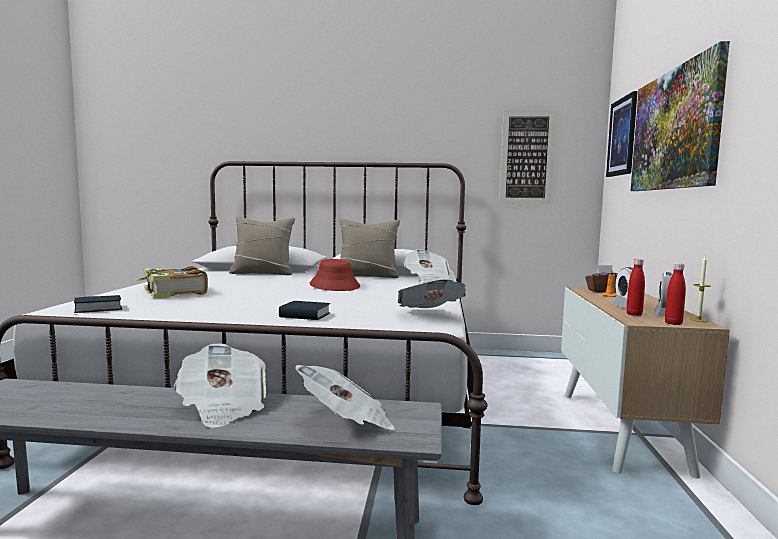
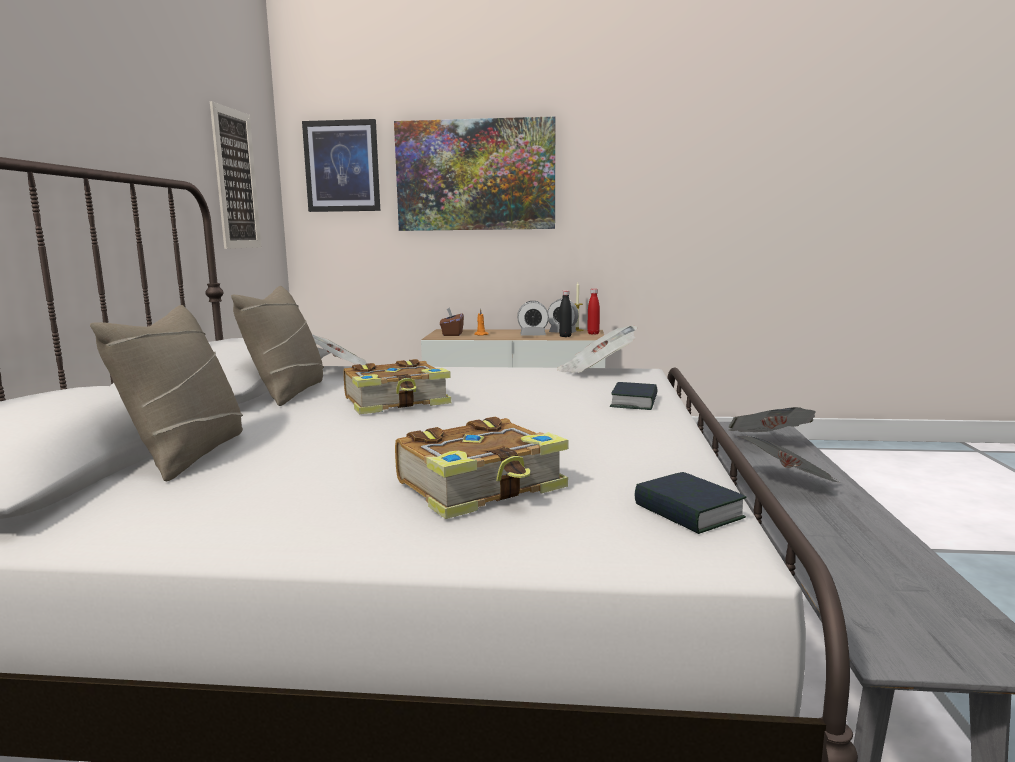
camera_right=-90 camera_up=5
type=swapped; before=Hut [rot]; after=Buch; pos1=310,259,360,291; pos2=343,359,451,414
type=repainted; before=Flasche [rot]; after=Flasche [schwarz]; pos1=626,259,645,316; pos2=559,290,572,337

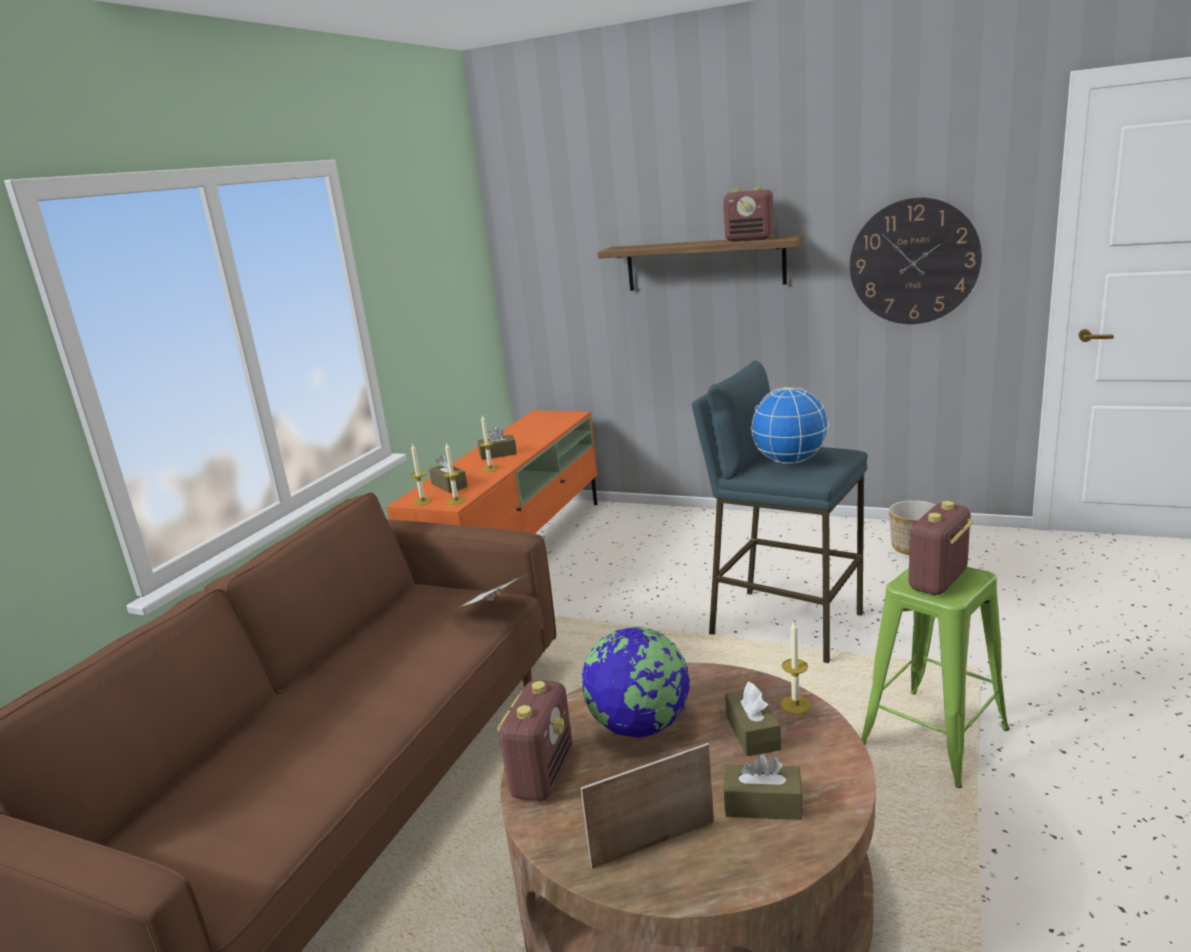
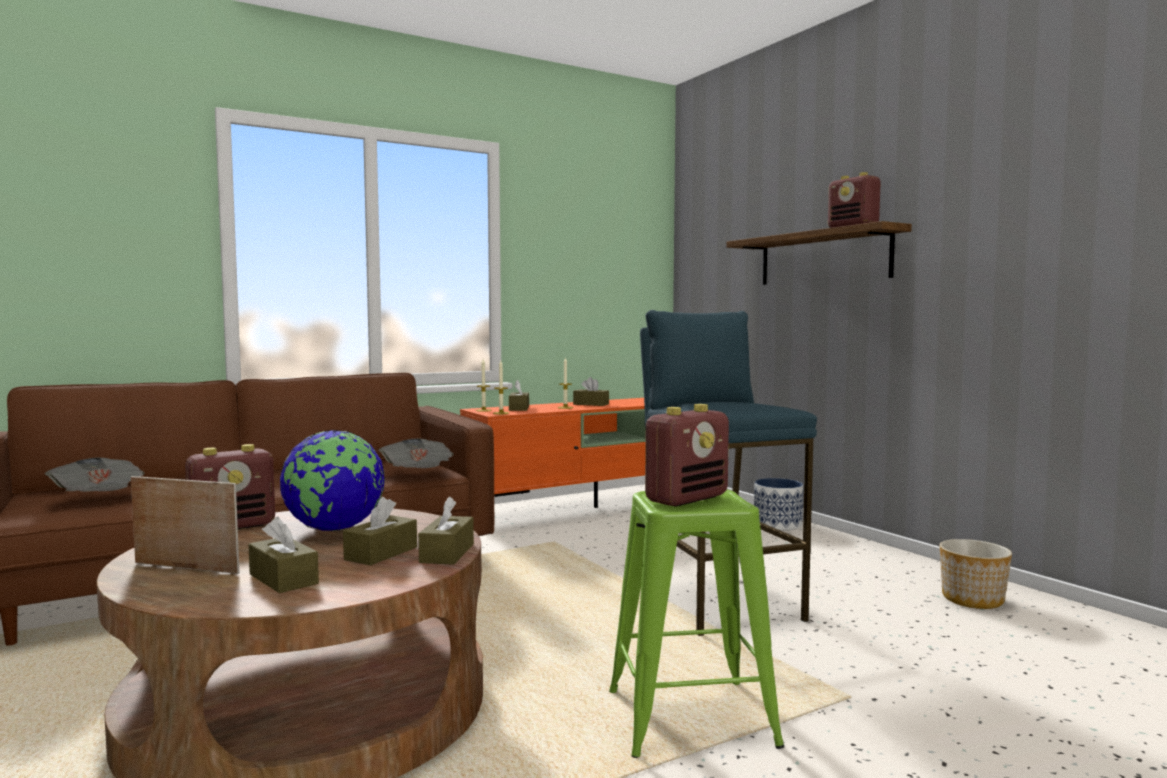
camera_right=35 camera_up=-15
type=gone; before=Globus; pos1=750,387,829,464
type=gone; before=Wanduhr; pos1=850,198,982,324
type=new; after=Zeitung; pos2=45,457,145,492
type=new; after=Pflanzkübel; pos2=754,478,803,531
type=swapped; before=Kerze; after=Taschentuchbox [braun]; pos1=780,621,811,714; pos2=418,497,474,565
type=rotated; before=Radio; pos1=909,501,973,595; pos2=645,404,729,507; turn=150

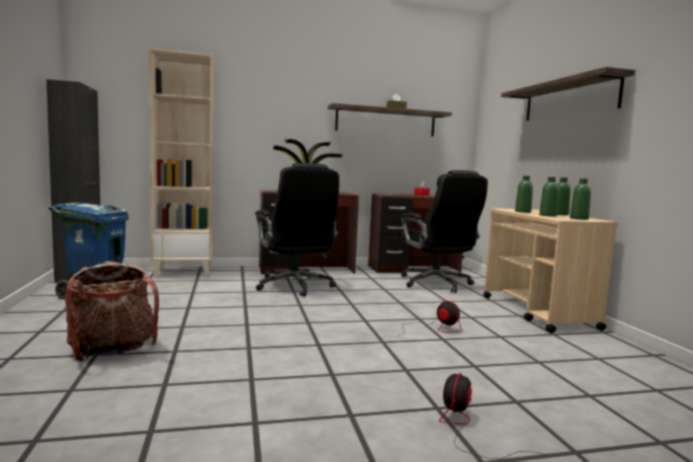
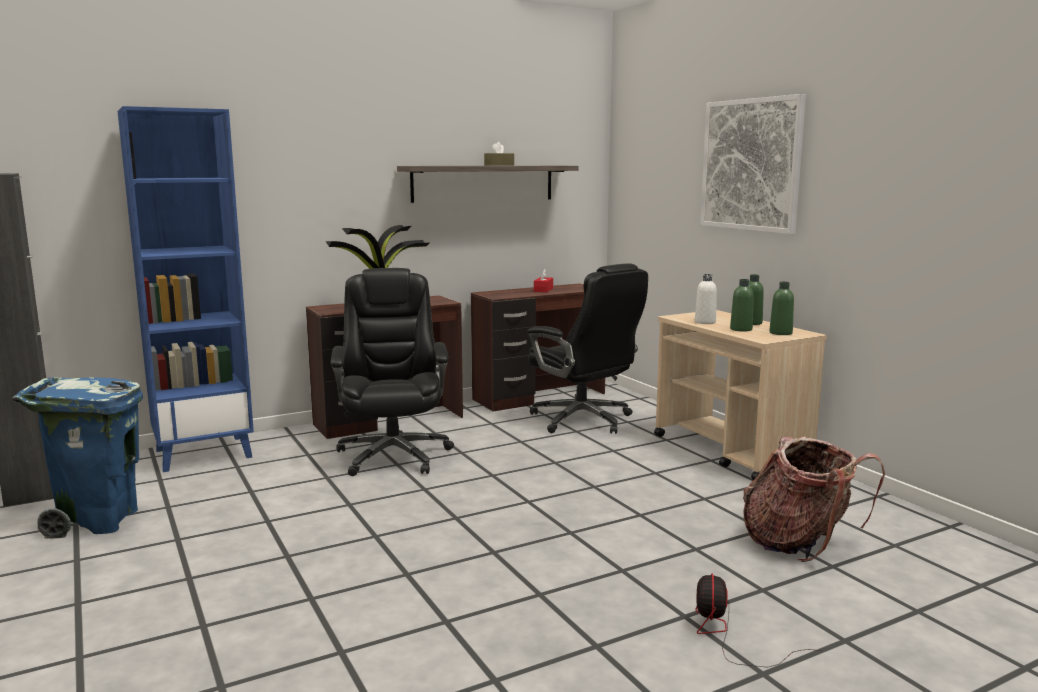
camera_right=-15 camera_up=5
type=gone; before=Ventilator; pos1=399,301,462,336
type=shifted; before=Rucksack; pos1=65,261,159,361; pos2=743,436,885,562
type=swapped; before=Wandregal; after=Bild; pos1=501,67,635,121; pos2=700,94,806,234
type=repainted; before=Bücherregal [beige]; after=Bücherregal [blau]; pos1=149,48,214,278; pos2=118,106,254,472
type=repainted; before=Flasche [grün]; after=Flasche [weiß]; pos1=515,176,533,213; pos2=695,274,717,324
type=rotated; before=Bürostuhl [schwarz]; pos1=255,163,339,297; pos2=331,268,454,476; turn=-150

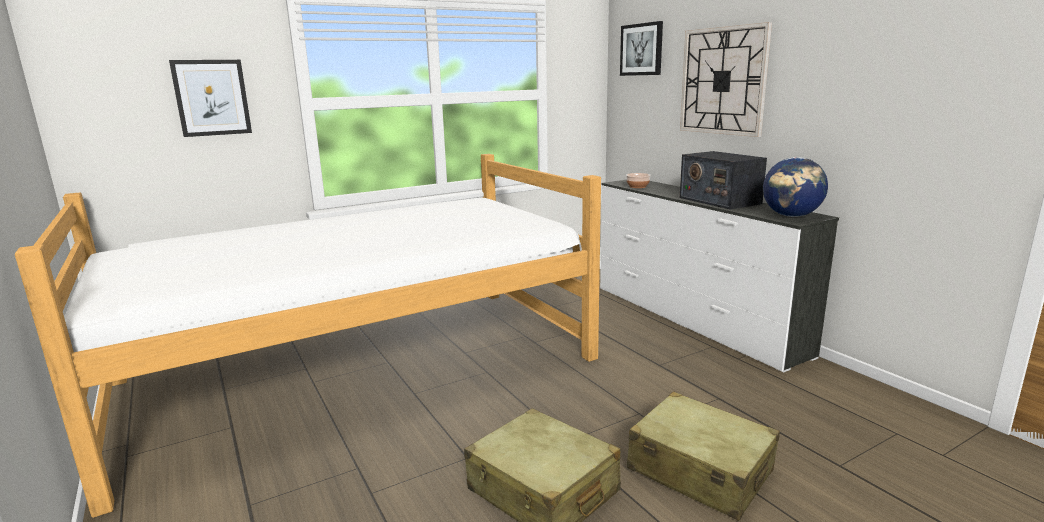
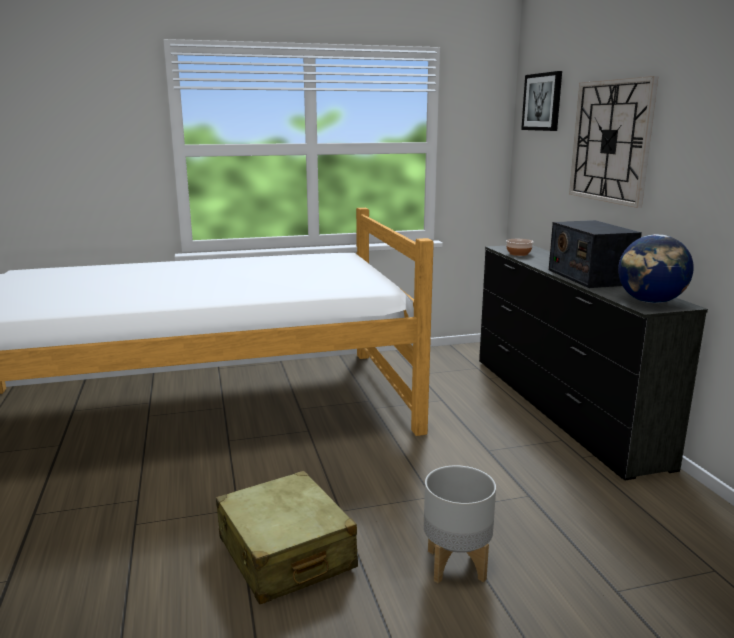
camera_right=15 camera_up=0
type=gone; before=Bild; pos1=169,60,252,137
type=swapped; before=Koffer [beige]; after=Pflanzkübel [grau]; pos1=627,391,780,521; pos2=424,465,496,583
type=repainted; before=Kommode [weiß]; after=Kommode [schwarz]; pos1=600,180,839,373; pos2=479,245,708,481

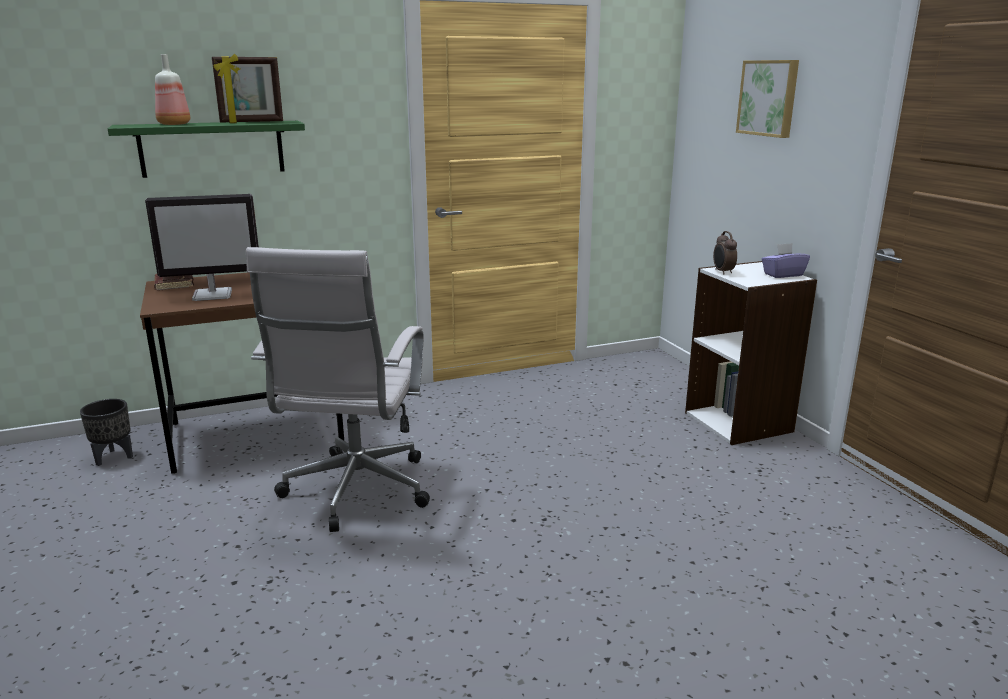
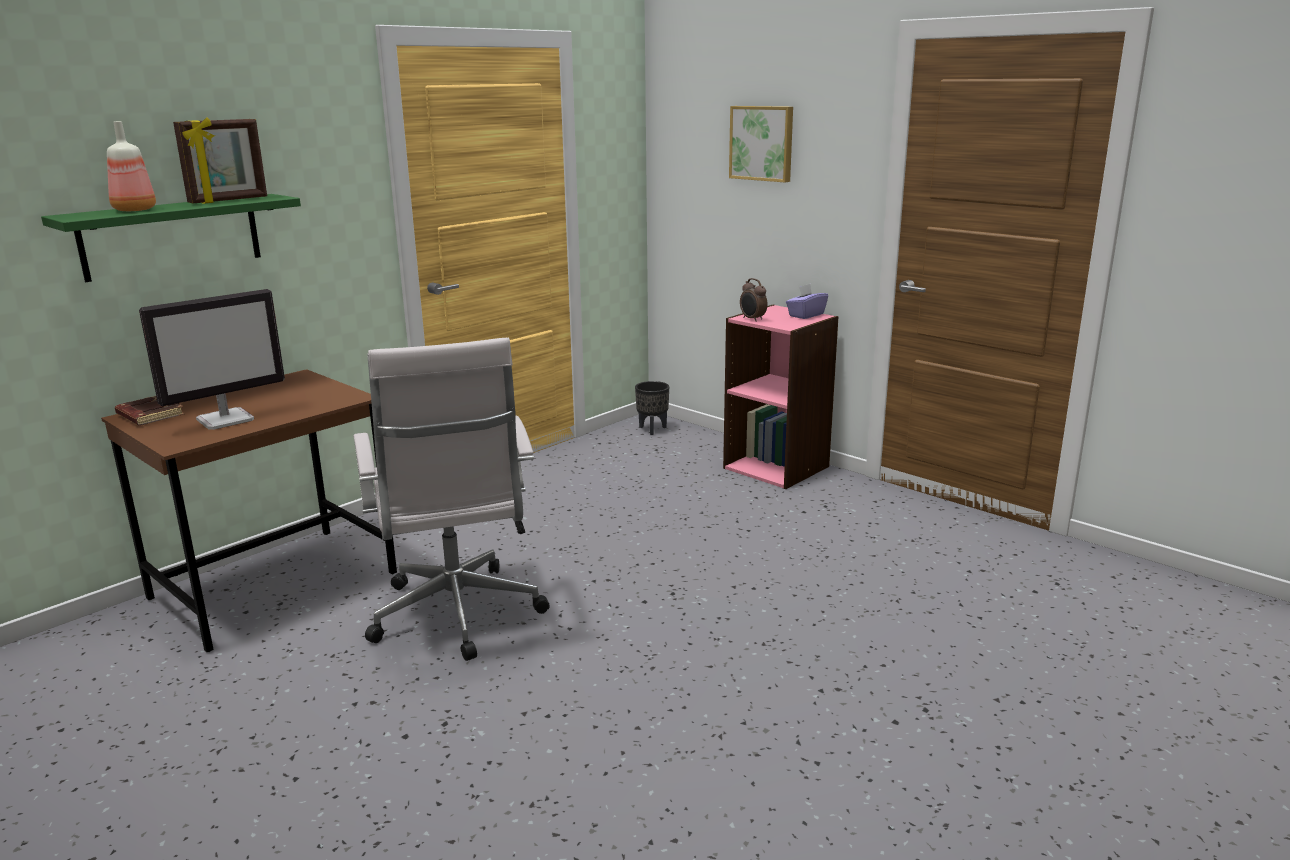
camera_right=-25 camera_up=0
type=shifted; before=Pflanzkübel [schwarz]; pos1=80,399,133,466; pos2=635,381,669,435
type=repainted; before=Bücherregal [weiß]; after=Bücherregal [rosa]; pos1=685,261,817,445; pos2=723,305,839,489

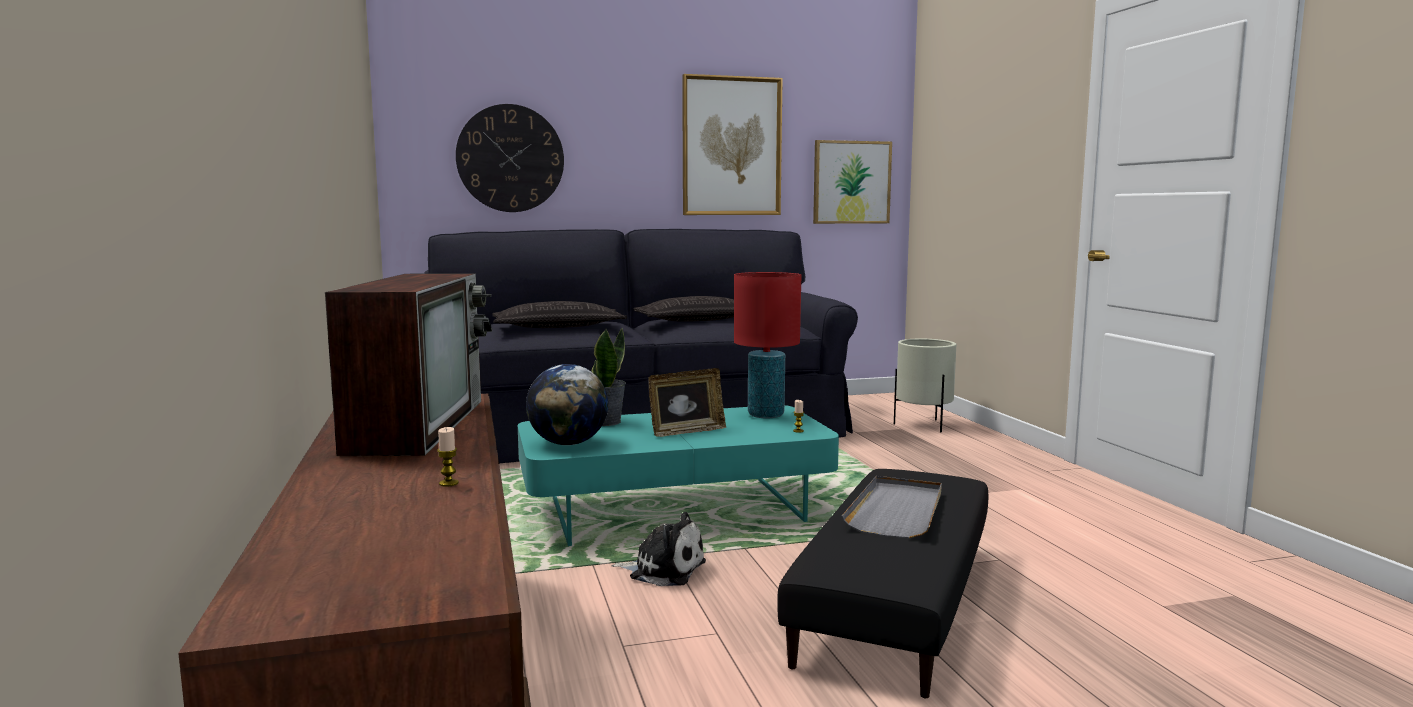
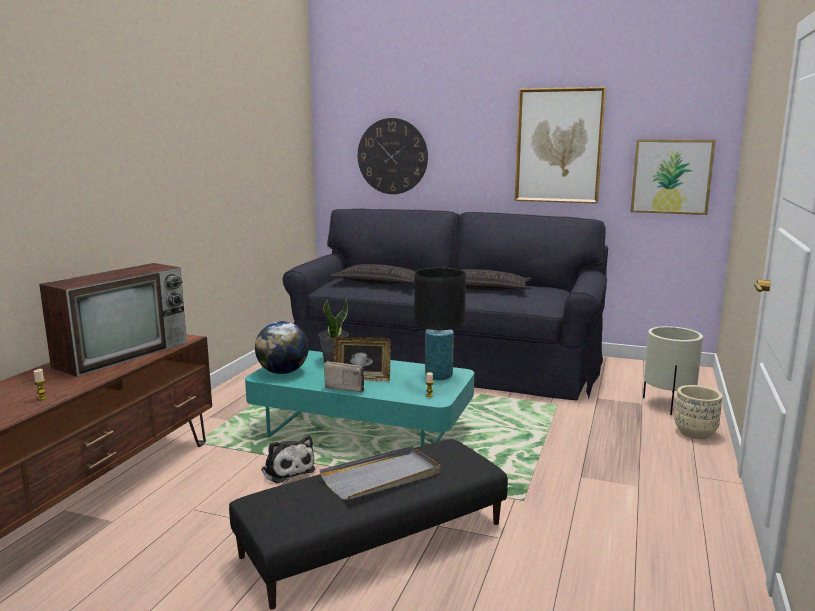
camera_right=35 camera_up=5
type=new; after=Radio; pos2=324,361,365,393
type=new; after=Pflanzkübel [beige]; pos2=674,385,723,439
type=repainted; before=Tischlampe [rot]; after=Tischlampe [schwarz]; pos1=734,272,801,418; pos2=414,268,466,380

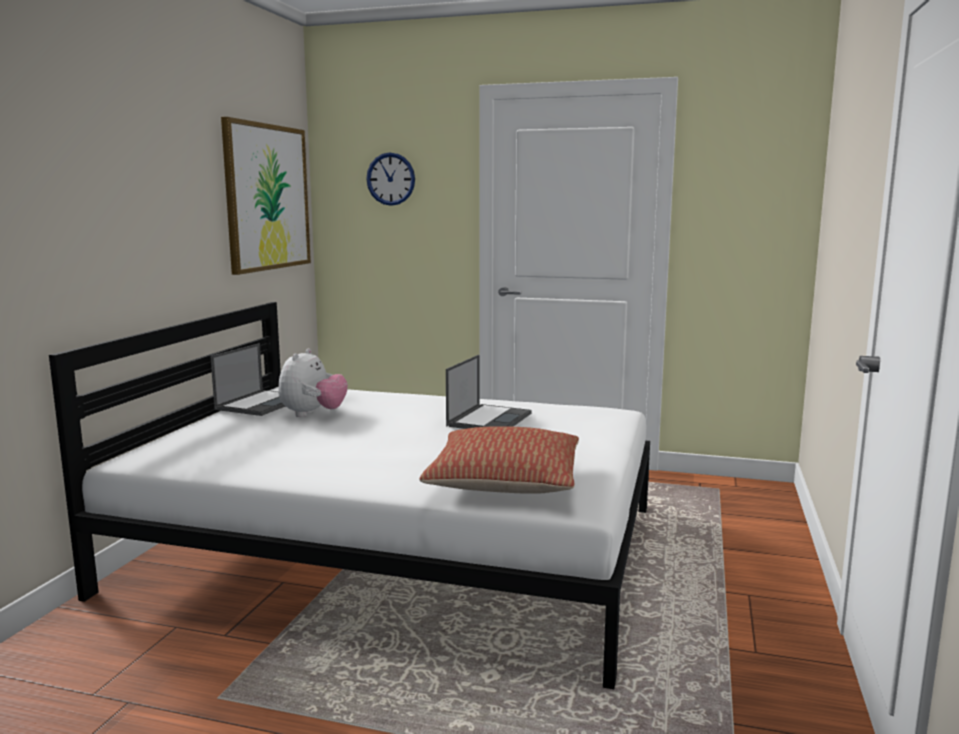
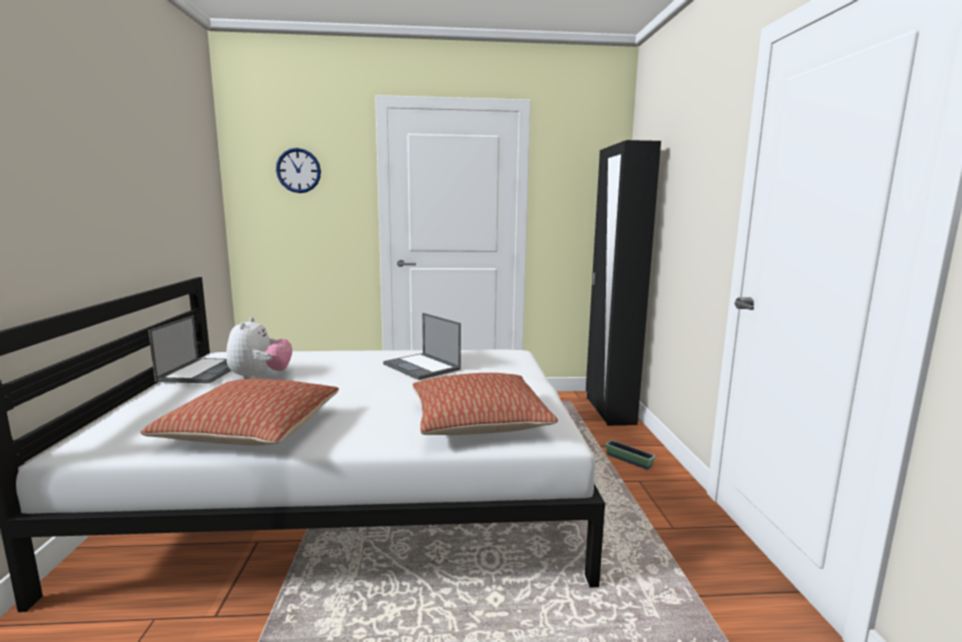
camera_right=-20 camera_up=0
type=gone; before=Bild; pos1=221,117,311,275
type=new; after=Kissen; pos2=140,379,339,445
type=new; after=Kleiderschrank [schwarz]; pos2=586,140,661,426
type=new; after=Pflanzkübel; pos2=606,440,655,470
type=rotated; before=Laptop; pos1=446,355,532,429; pos2=383,313,461,380; turn=135

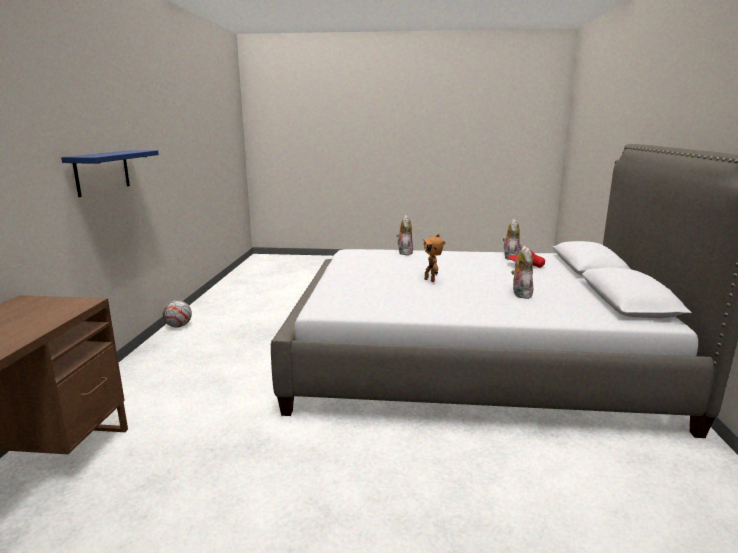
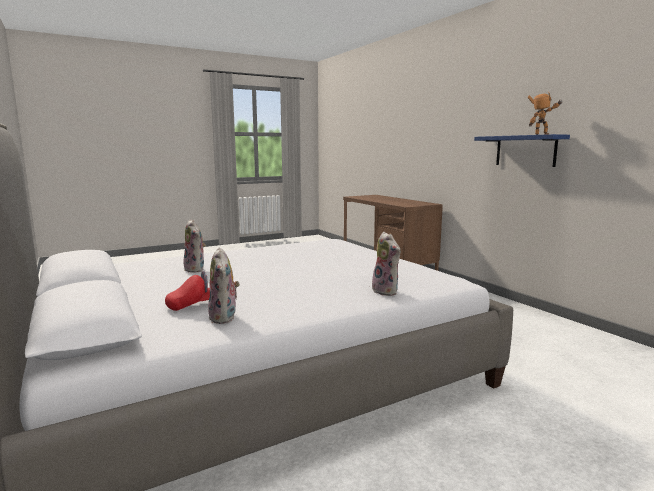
camera_right=145 camera_up=-5
type=gone; before=Fußball; pos1=163,300,192,328
type=shifted; before=Spielzeugroboter; pos1=423,234,446,282; pos2=528,93,562,135

